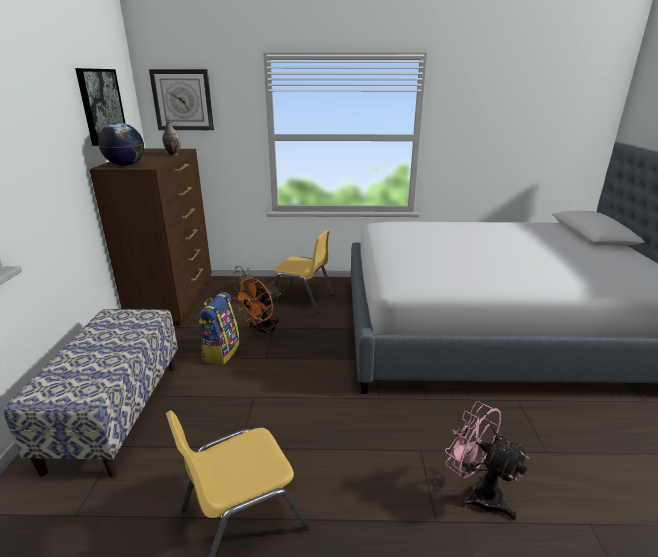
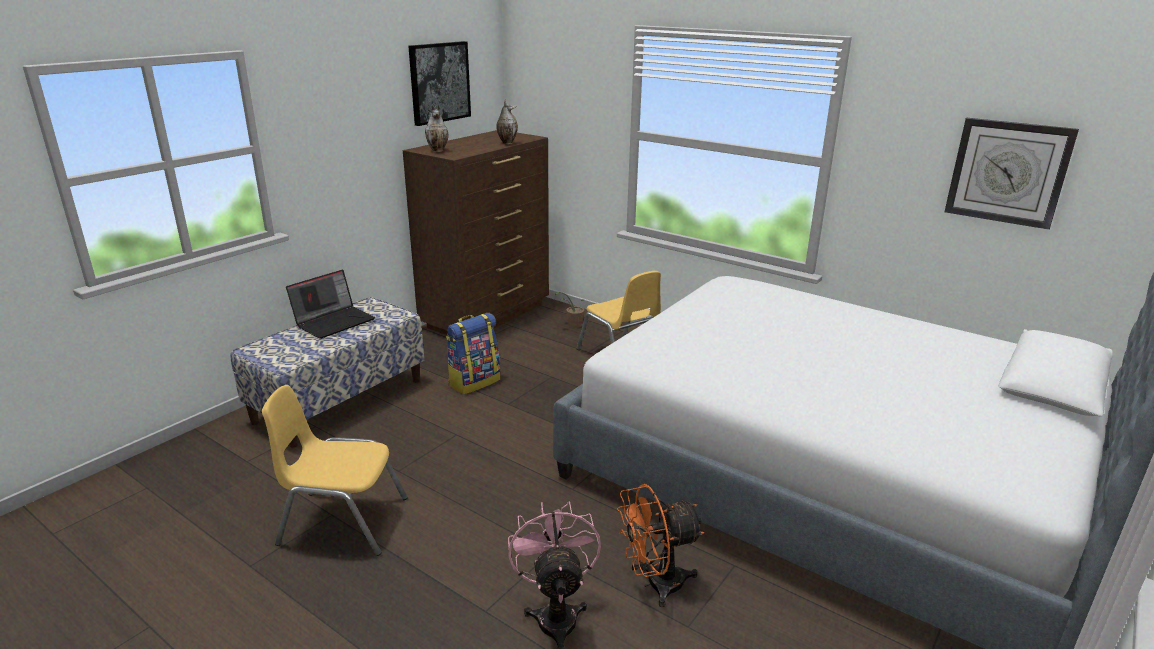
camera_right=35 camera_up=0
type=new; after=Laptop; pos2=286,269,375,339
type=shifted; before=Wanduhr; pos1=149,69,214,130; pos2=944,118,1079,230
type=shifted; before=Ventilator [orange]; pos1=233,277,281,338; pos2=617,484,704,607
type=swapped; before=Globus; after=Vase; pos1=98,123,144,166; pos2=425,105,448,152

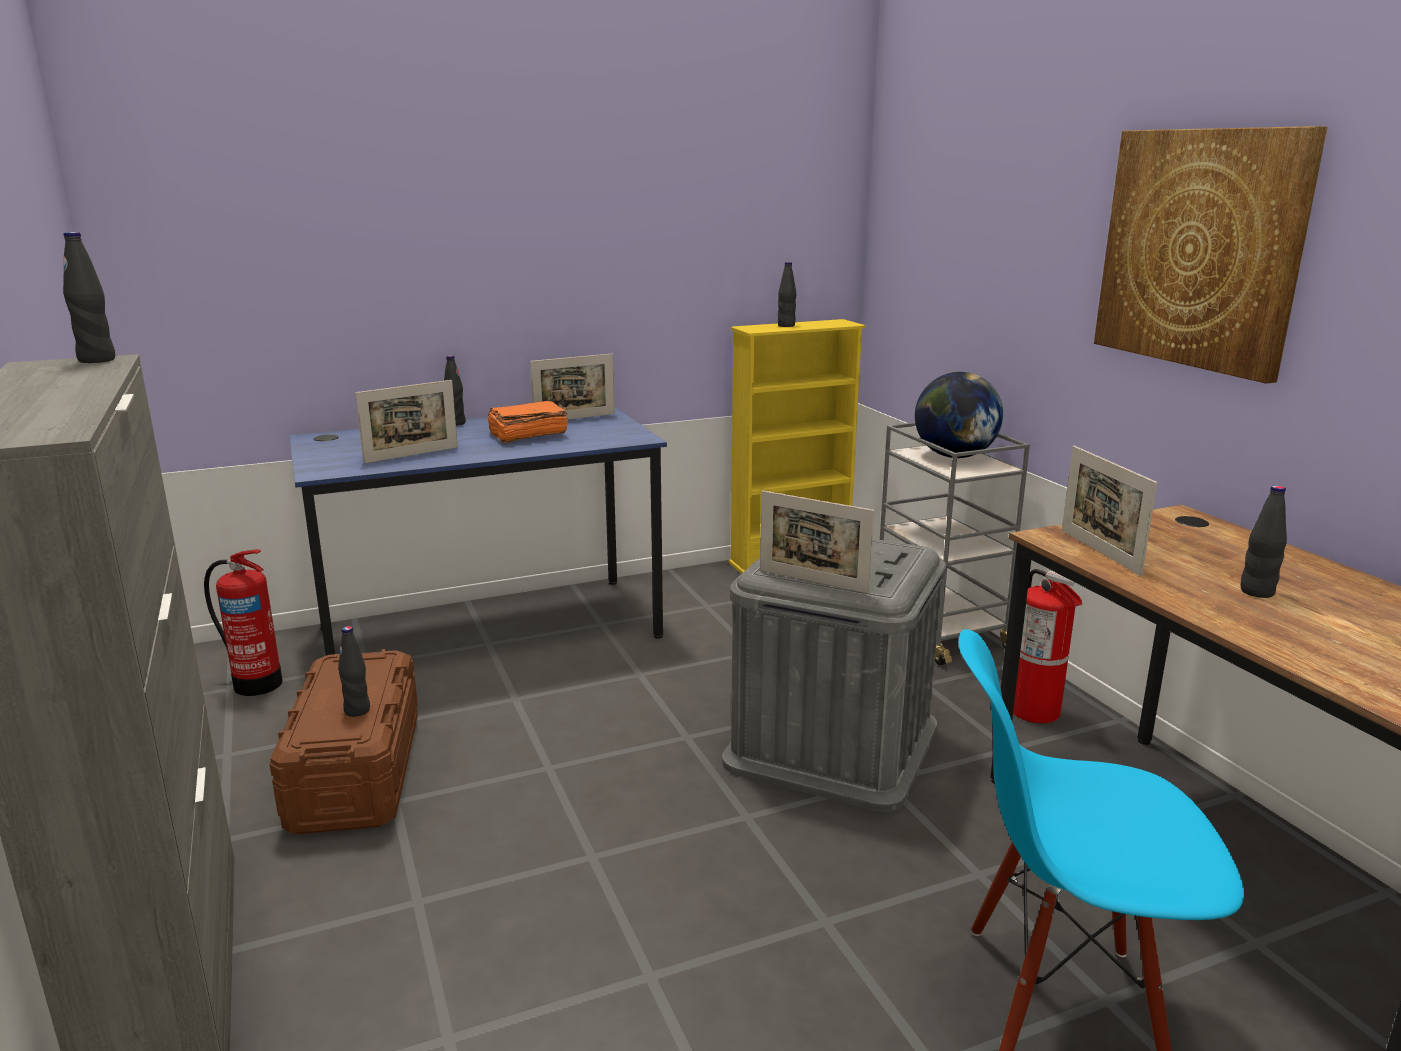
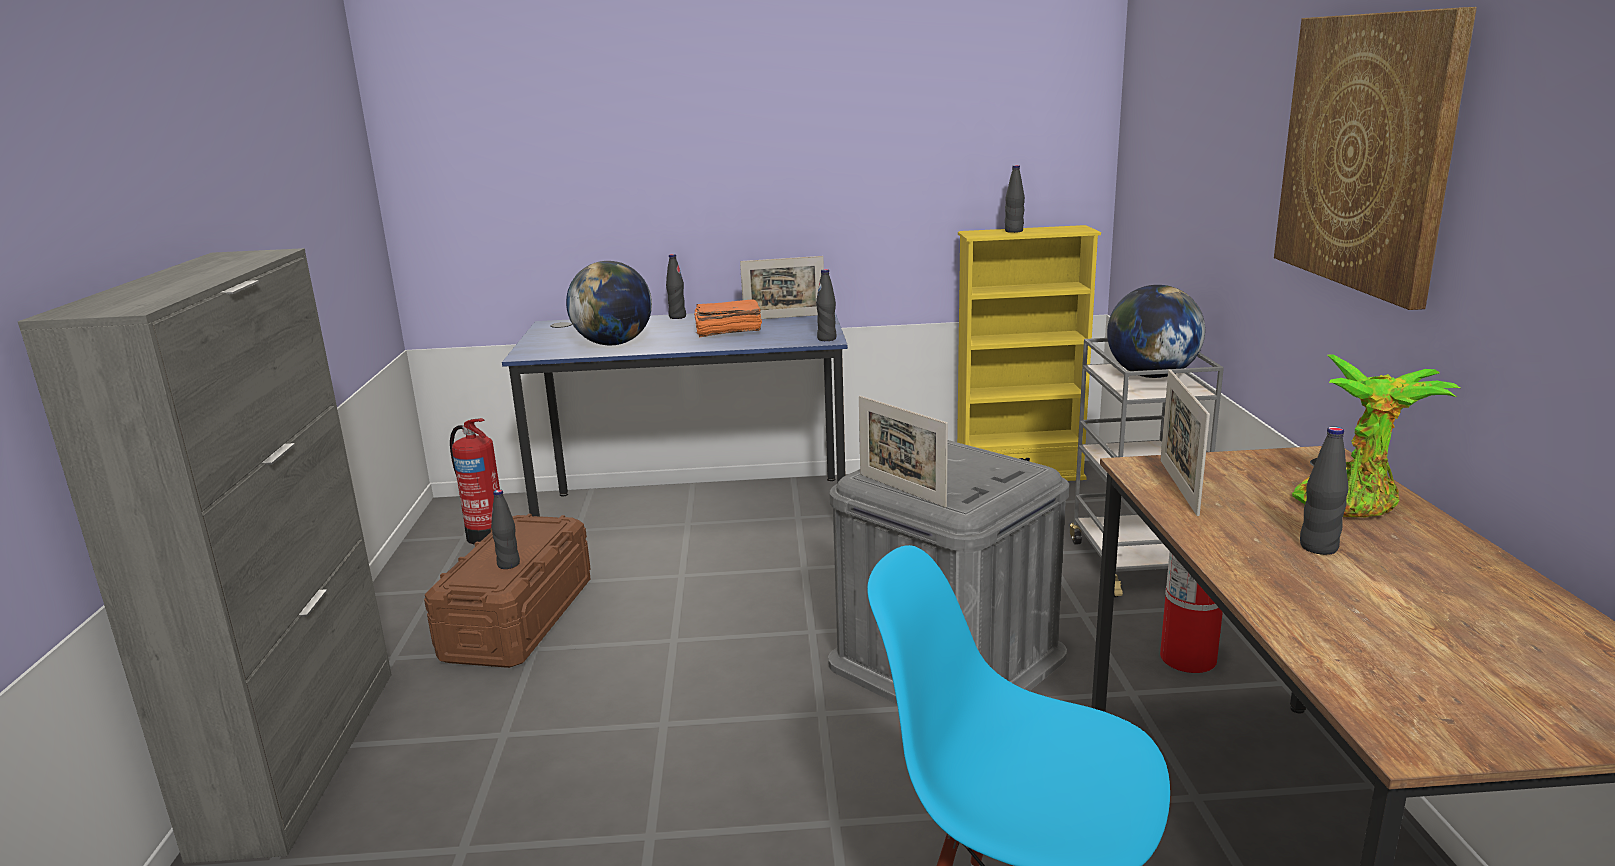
camera_right=20 camera_up=0
type=new; after=Topfpflanze; pos2=1292,354,1460,517
type=shifted; before=Flasche [schwarz]; pos1=63,232,115,363; pos2=816,269,837,341
type=swapped; before=Bilderrahmen; after=Globus; pos1=355,380,458,463; pos2=566,261,652,345

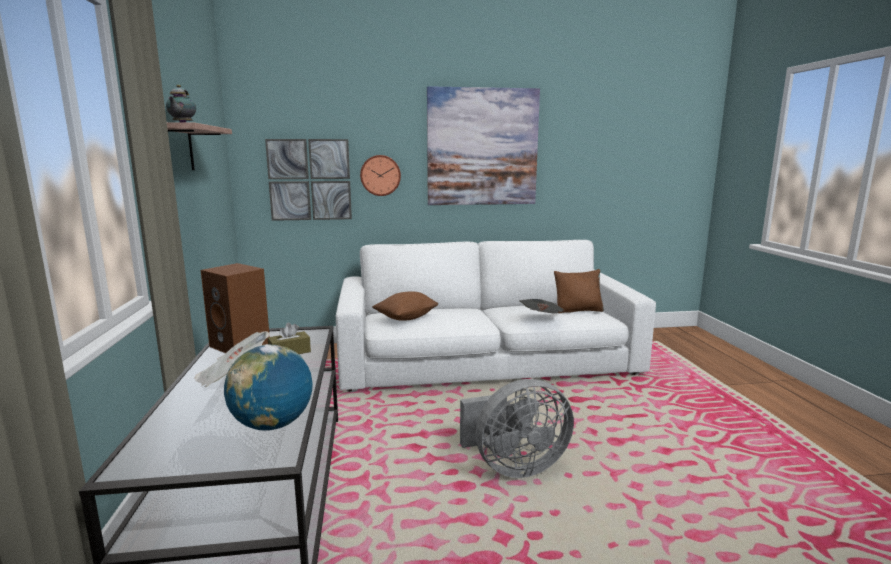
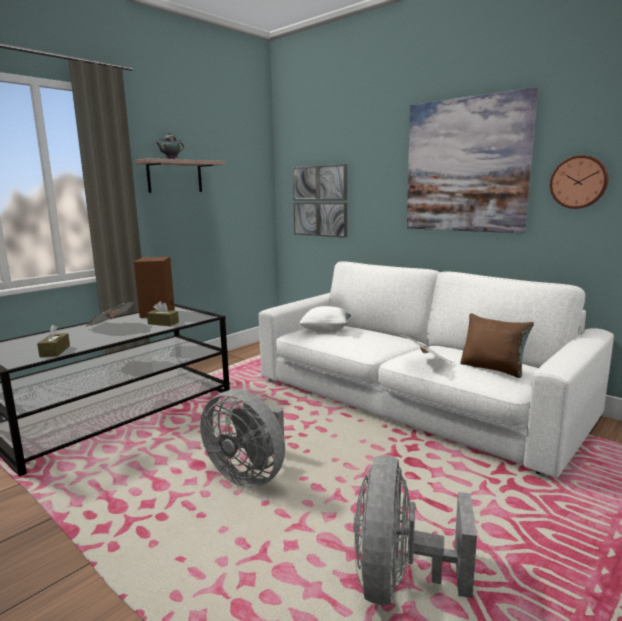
camera_right=50 camera_up=0
type=new; after=Ventilator [grau]; pos2=353,455,477,605
type=shifted; before=Wanduhr; pos1=360,155,401,196; pos2=550,155,609,209
type=swapped; before=Globus; after=Taschentuchbox [braun]; pos1=224,344,313,431; pos2=37,325,70,357
type=repainted; before=Kissen [braun]; after=Kissen [weiß]; pos1=372,291,439,321; pos2=299,306,351,333

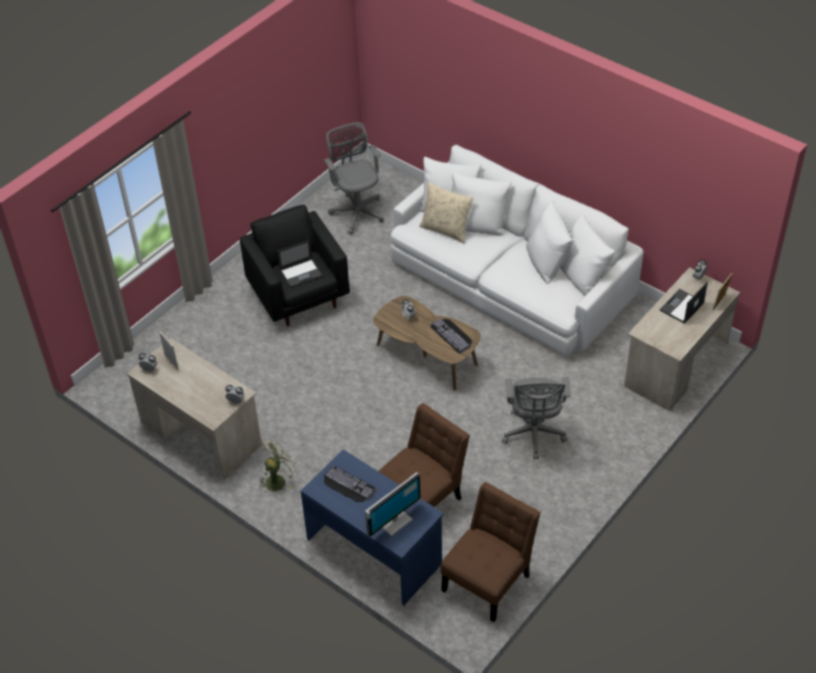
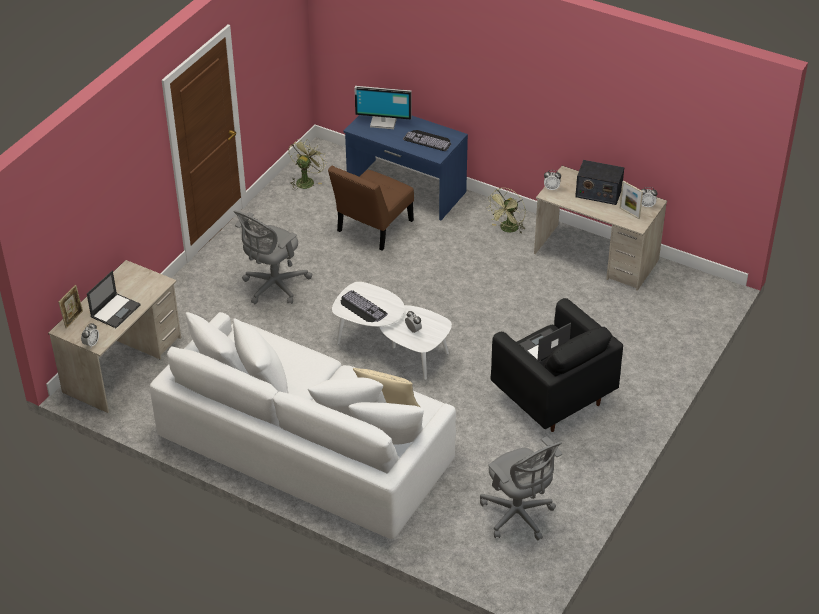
camera_right=170 camera_up=-5
type=new; after=Radio; pos2=575,160,624,205
type=swapped; before=Stuhl [braun]; after=Ventilator [grün]; pos1=441,482,540,622; pos2=289,139,327,190
type=repainted; before=Couchtisch [braun]; after=Couchtisch [weiß]; pos1=373,296,481,390; pos2=332,282,452,380
type=rotated; before=Monitor; pos1=365,472,421,537; pos2=354,86,412,129; turn=-120
type=rotated; before=Bürostuhl [grau]; pos1=502,377,571,460; pos2=234,211,312,304; turn=-135

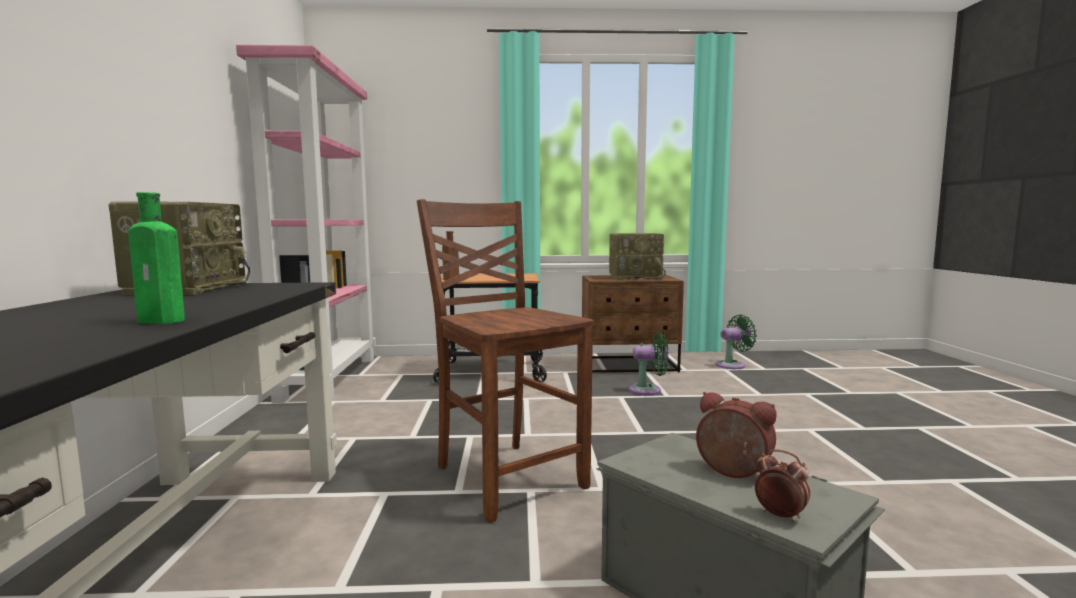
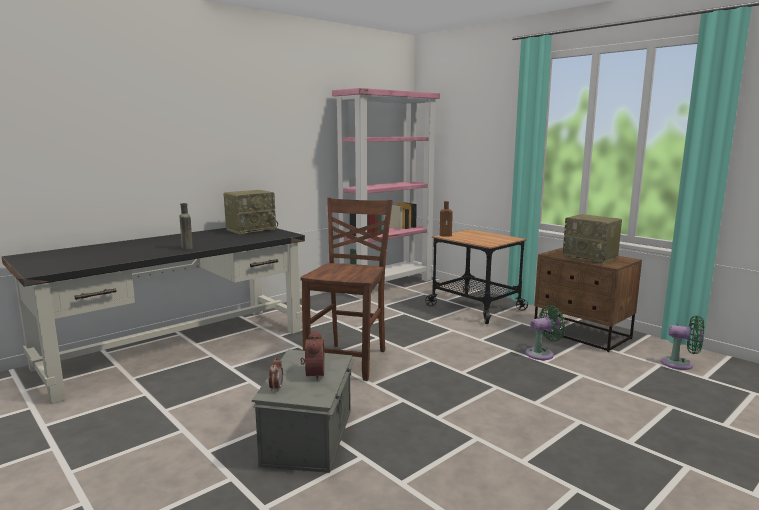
camera_right=50 camera_up=5
type=repainted; before=Flasche [grün]; after=Flasche [braun]; pos1=128,192,185,324; pos2=180,203,193,250
type=rotated; before=Ventilator [grün]; pos1=629,332,668,395; pos2=526,305,566,360; turn=-75

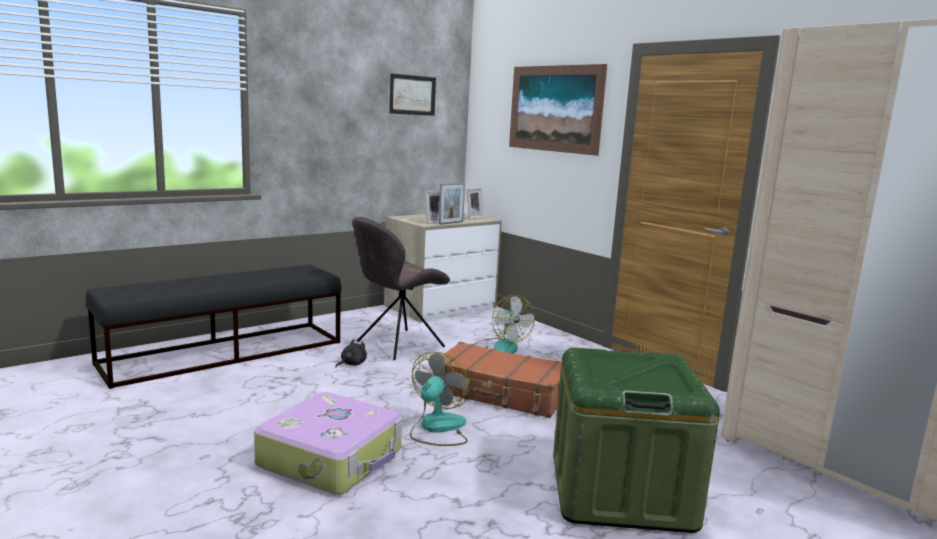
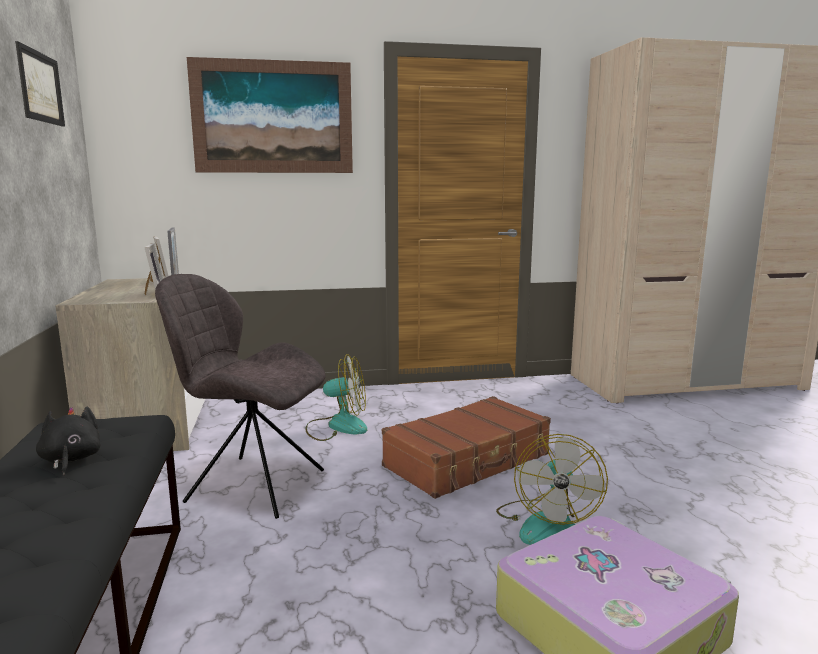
camera_right=-60 camera_up=0
type=gone; before=Aufbewahrungsbox [grün]; pos1=553,348,720,533
type=shifted; before=Plüschtier [schwarz]; pos1=335,339,367,368; pos2=36,406,101,475
type=rotated; before=Stuhl [grau]; pos1=352,217,450,360; pos2=155,274,326,519; turn=120
type=rotated; before=Ventilator; pos1=410,352,469,446; pos2=496,434,608,545; turn=-135

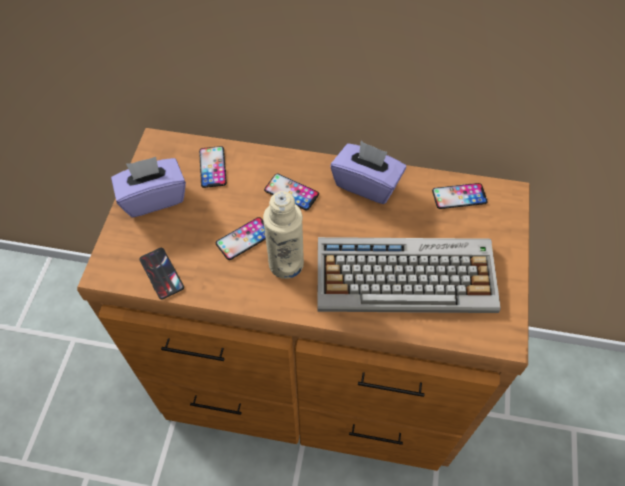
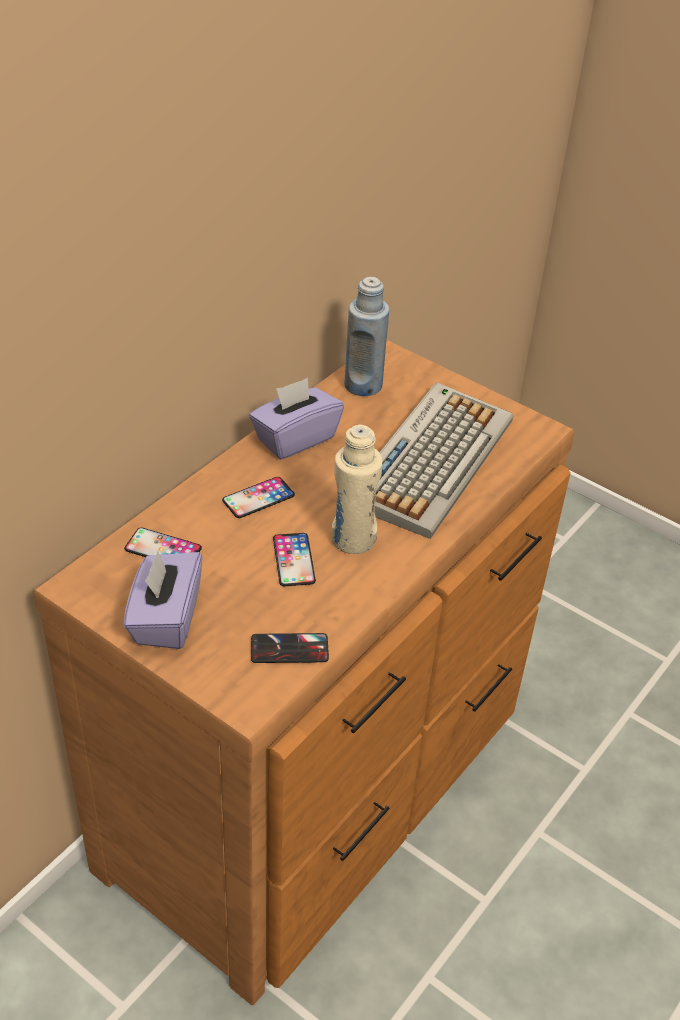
camera_right=-65 camera_up=-15
type=swapped; before=Handy; after=Flasche [blau]; pos1=432,183,488,209; pos2=344,277,389,396

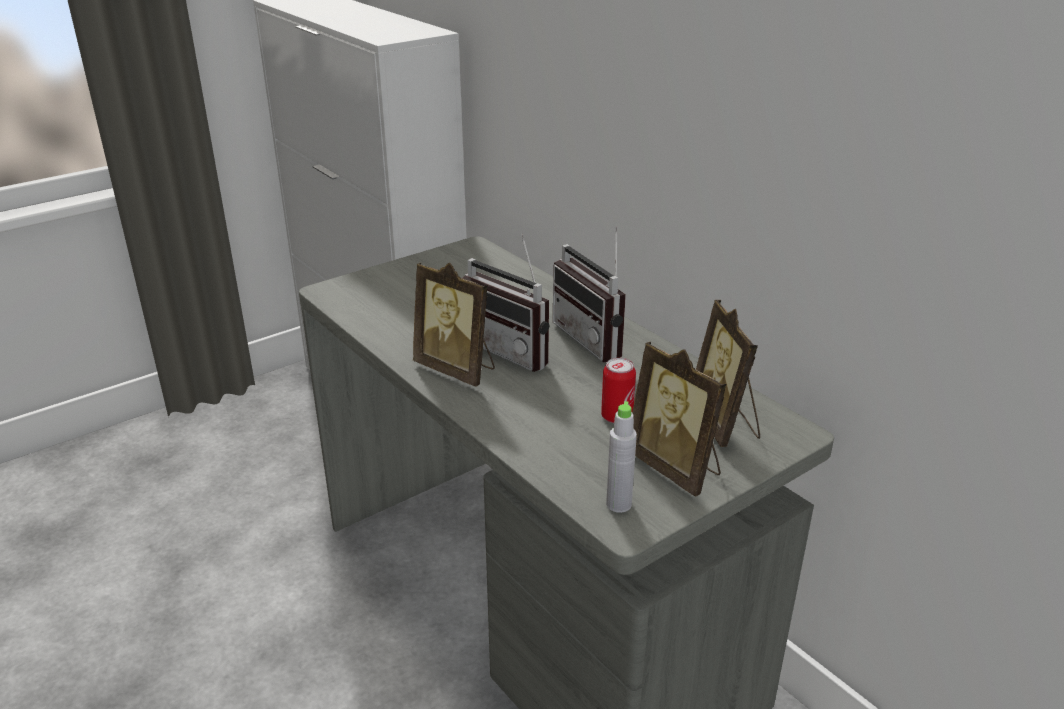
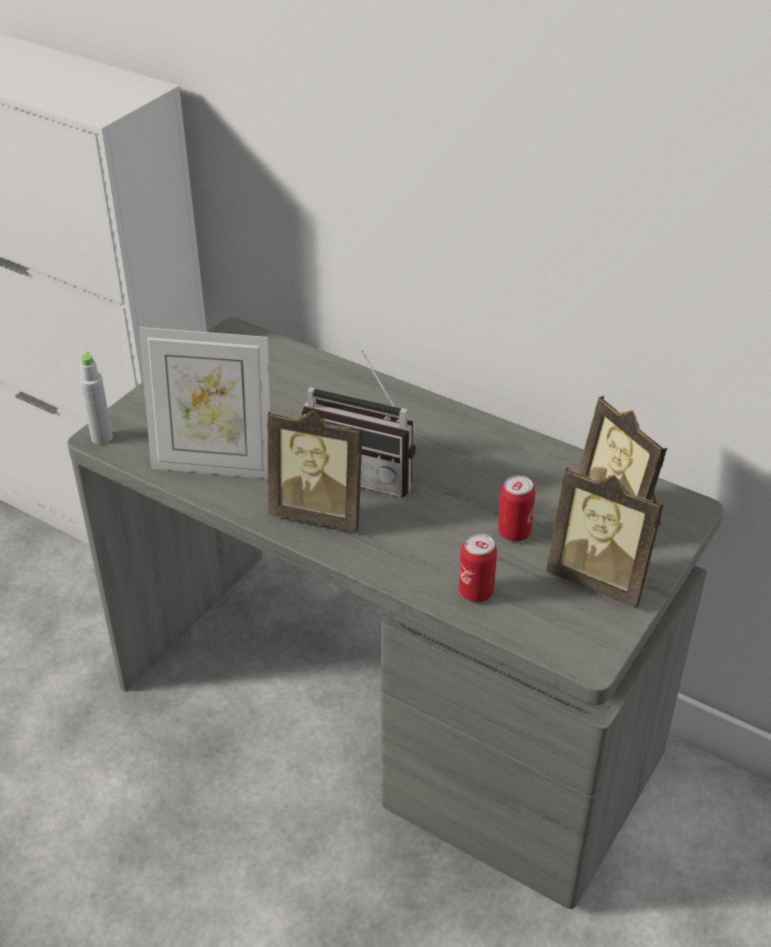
camera_right=-20 camera_up=10
type=gone; before=Radio; pos1=553,226,626,362
type=new; after=Bilderrahmen; pos2=139,327,270,479
type=new; after=Dose; pos2=459,533,497,602
type=shifted; before=Flasche [grau]; pos1=606,401,637,513; pos2=79,351,113,444

